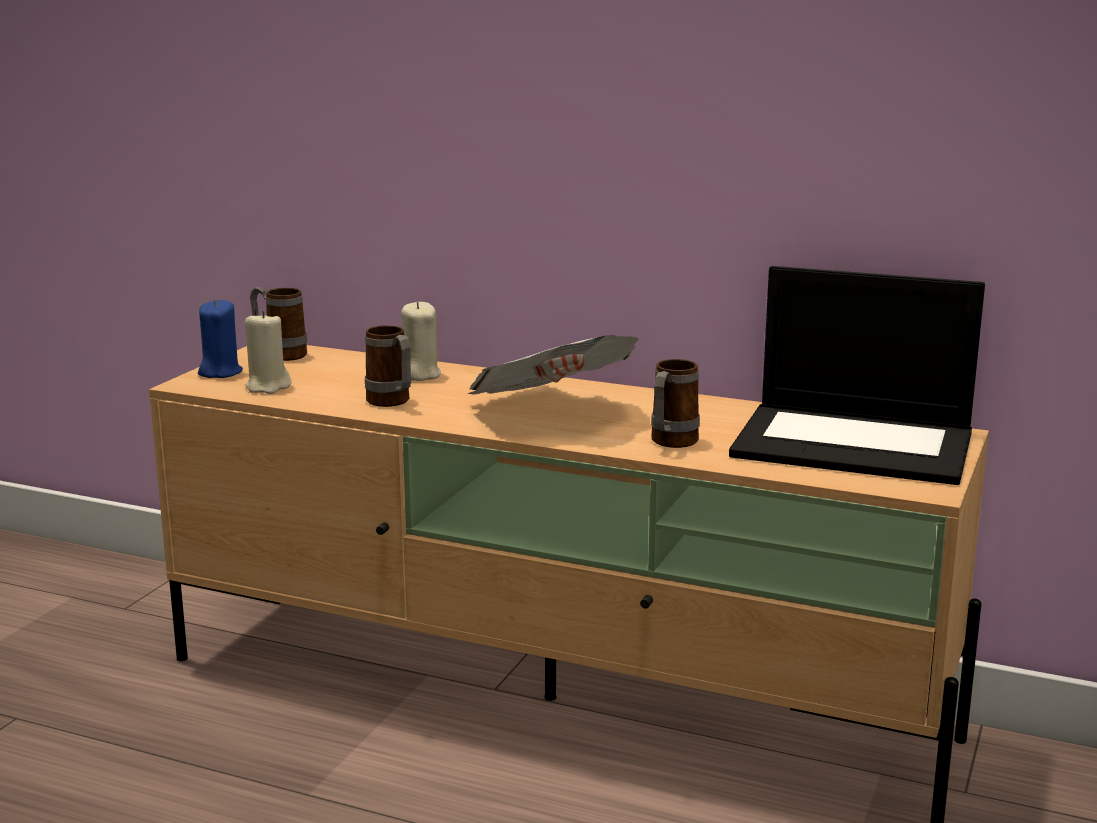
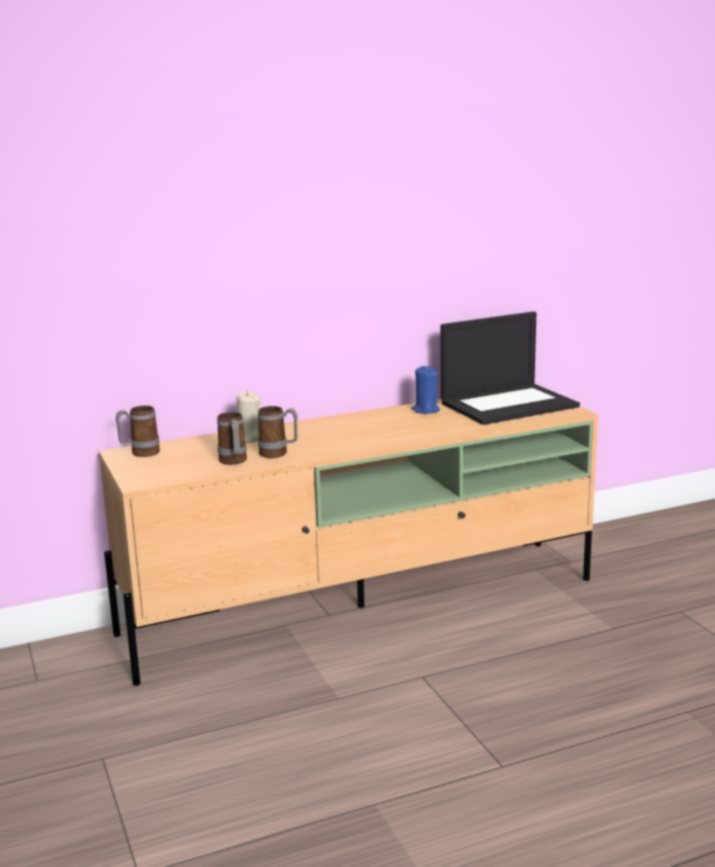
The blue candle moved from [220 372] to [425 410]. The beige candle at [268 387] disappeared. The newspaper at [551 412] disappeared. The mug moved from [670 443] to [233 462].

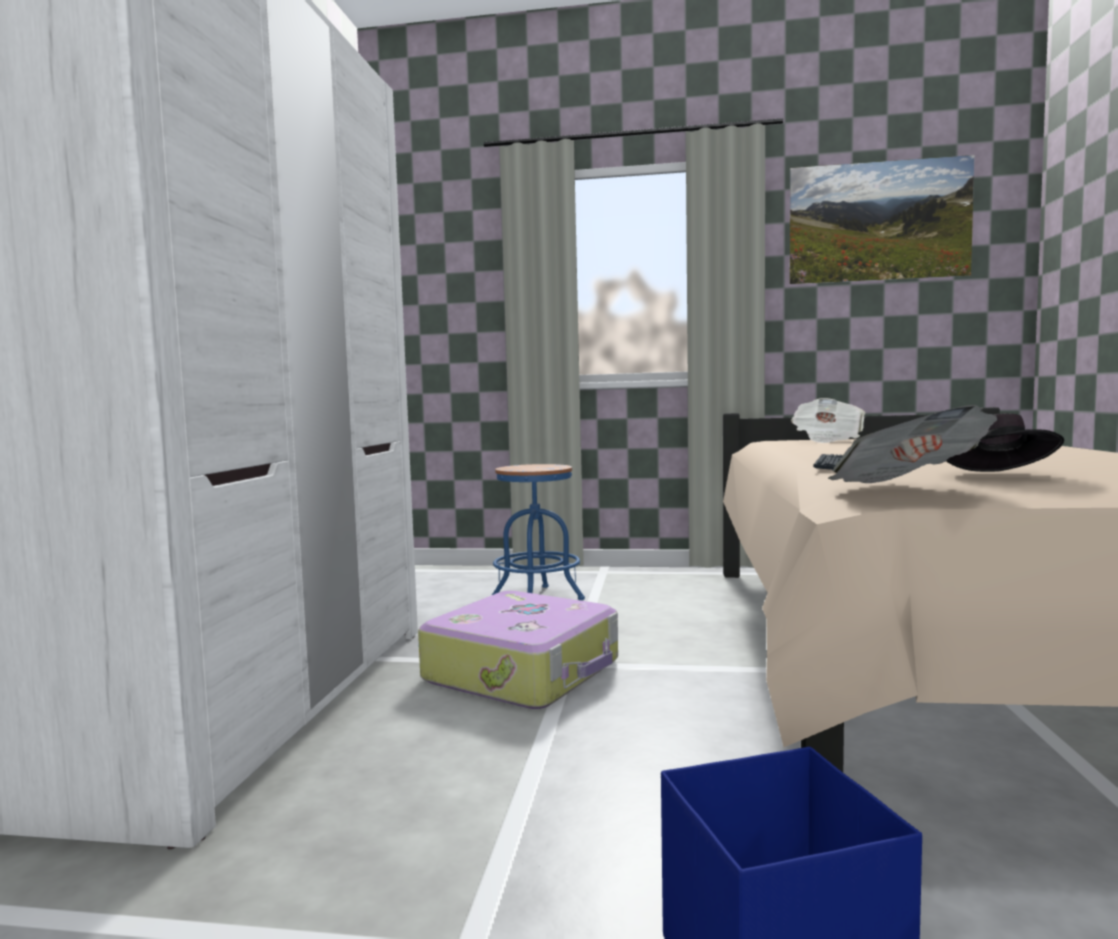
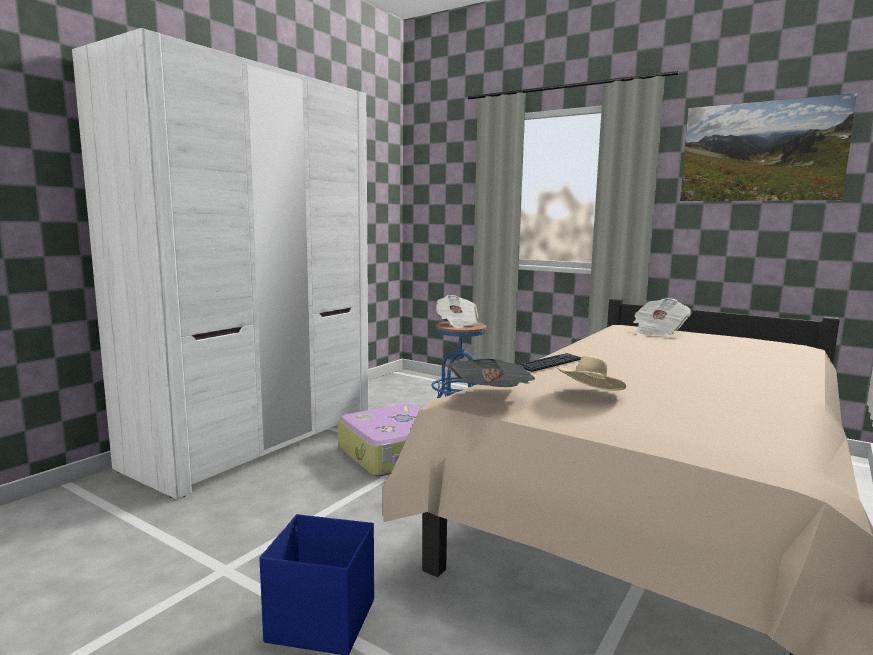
The black hat at [1000 476] became the beige hat at [589 396]. The newspaper at [457 323] appeared.

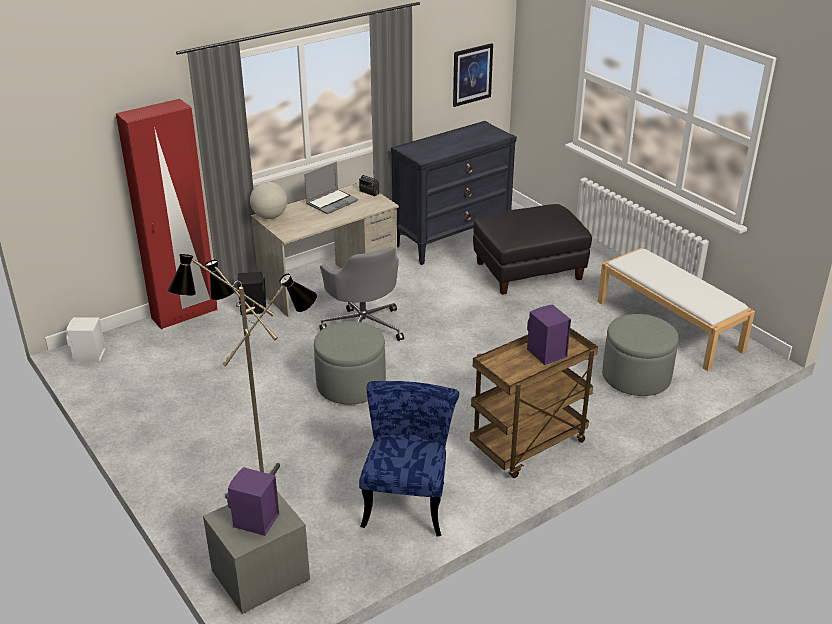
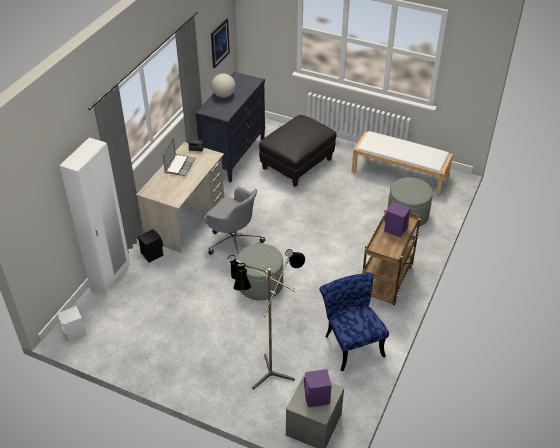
The red wardrobe at [185 314] became the white wardrobe at [110 277]. The globe moved from [270 216] to [224 95].

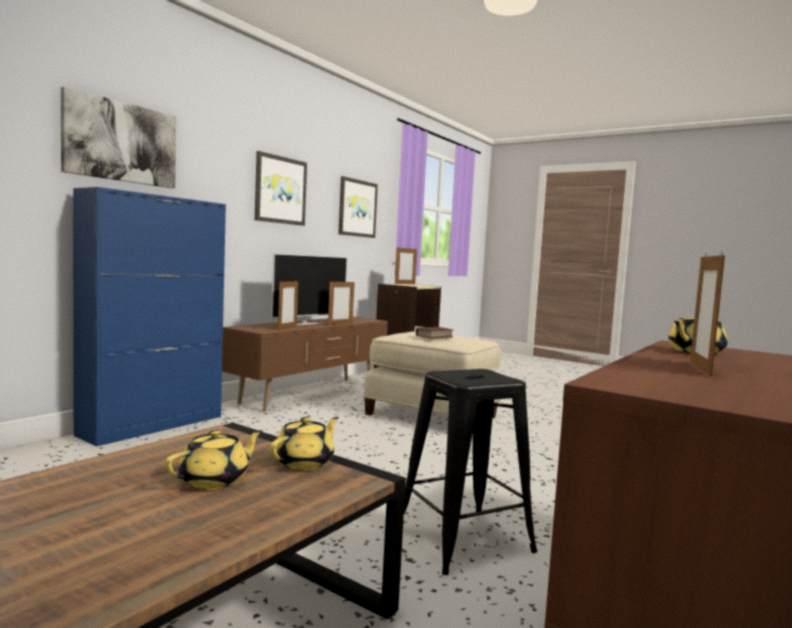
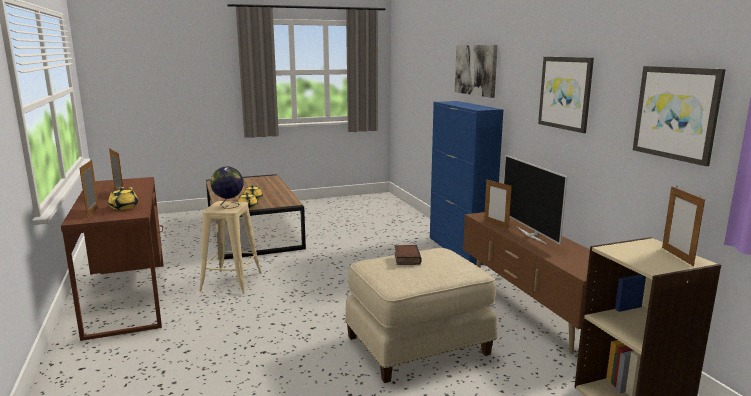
The picture frame moved from [340 324] to [93 212]. The black stool at [463 540] became the beige stool at [231 281]. The globe at [228 206] appeared.

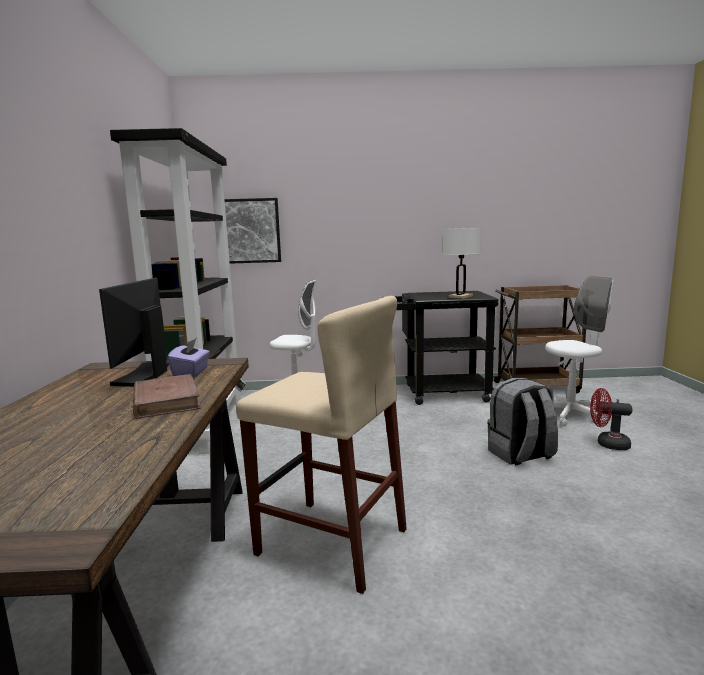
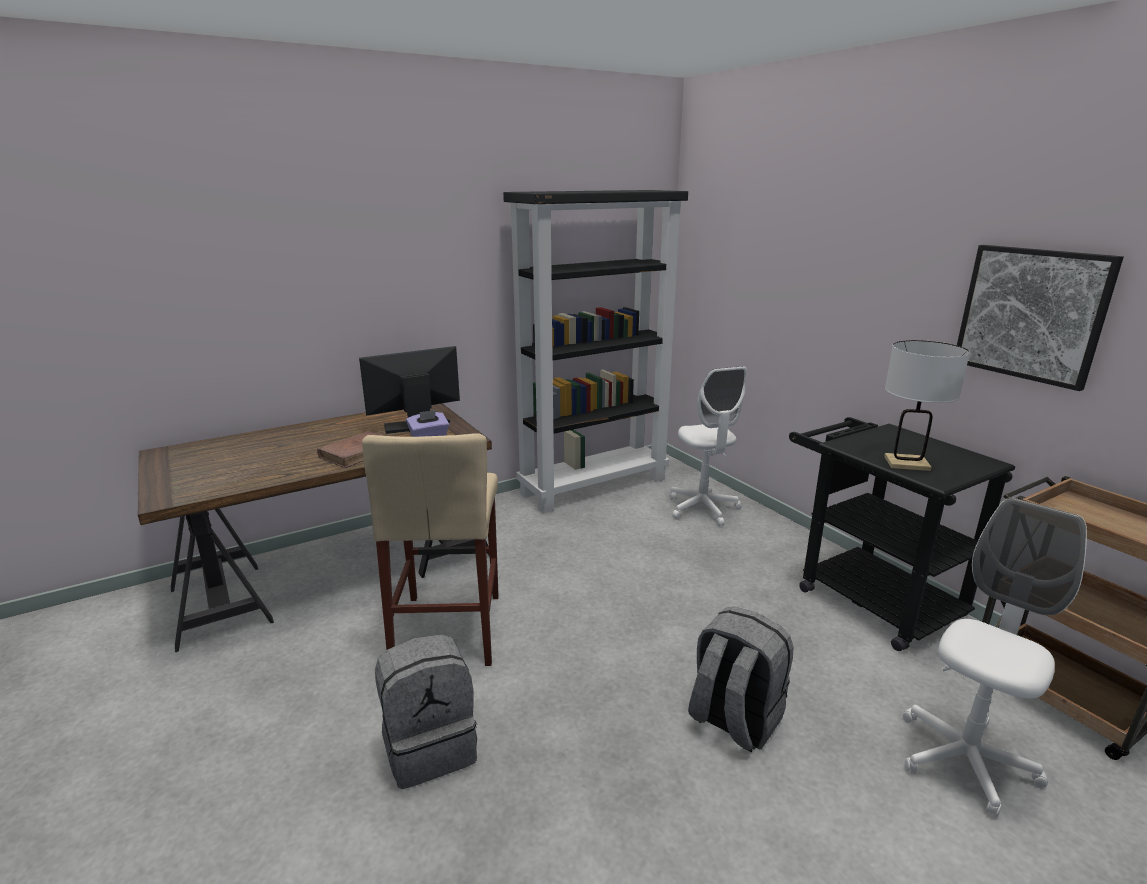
The picture moved from [248 231] to [1031 314]. The white office chair at [571 415] turned 90 degrees counterclockwise. The red fan at [607 444] disappeared. The grey backpack at [430 747] appeared.

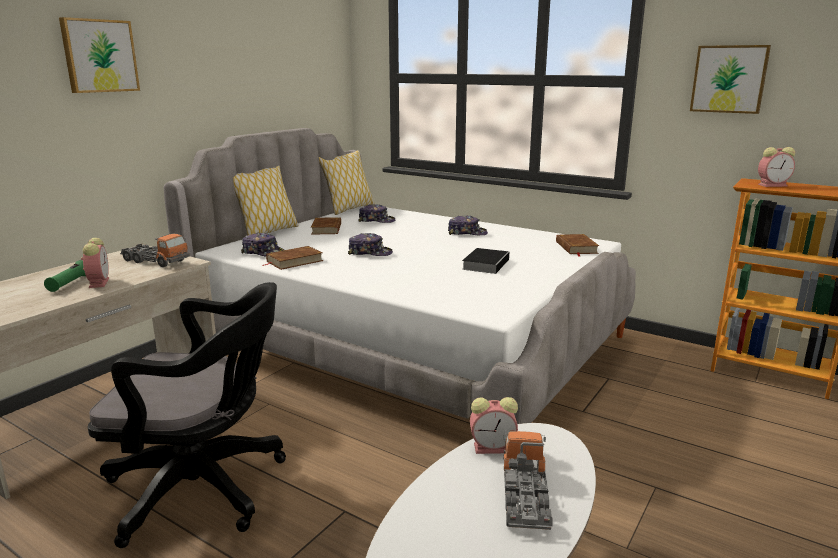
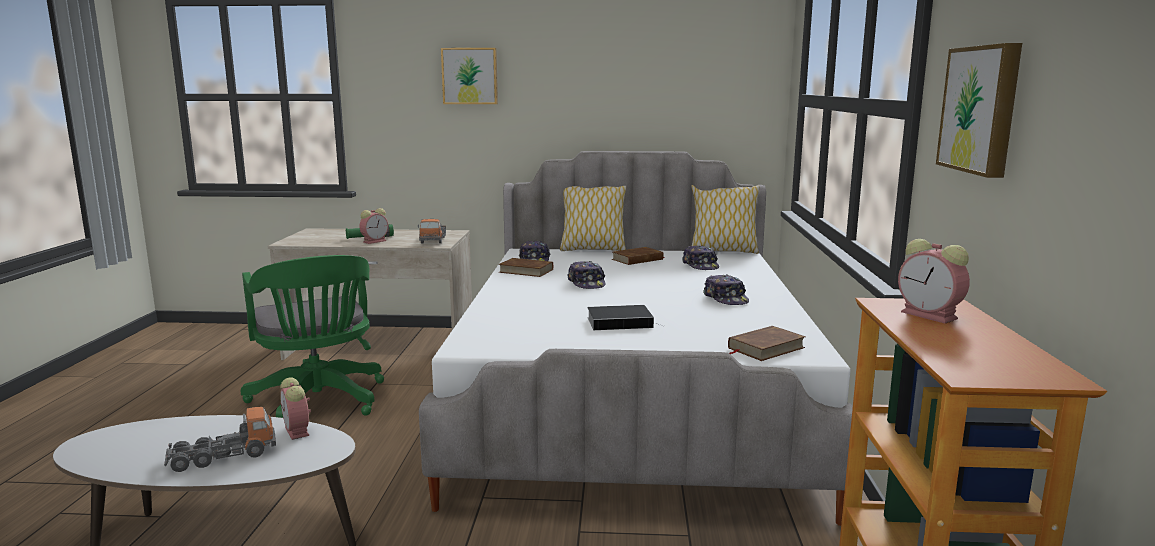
The black office chair at [205 488] became the green office chair at [319 403].

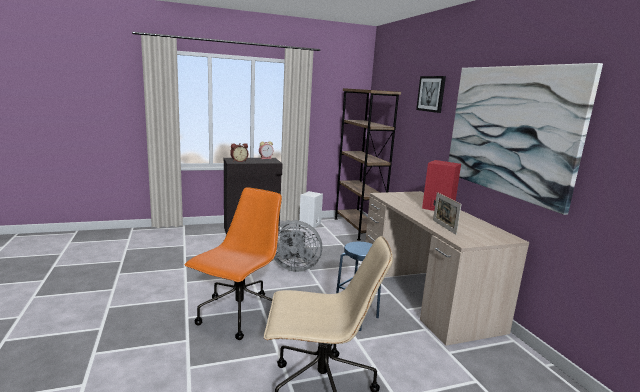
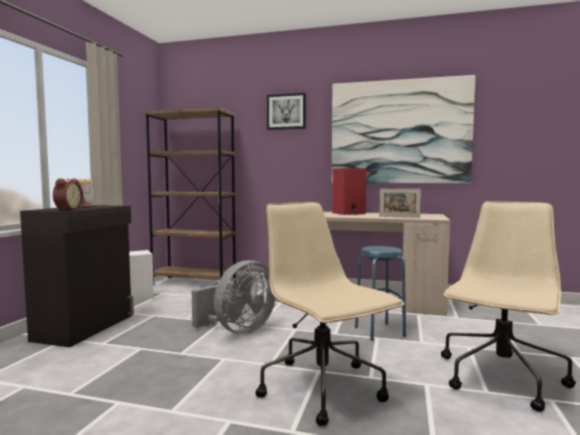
The orange office chair at [238 315] became the beige office chair at [323 389].

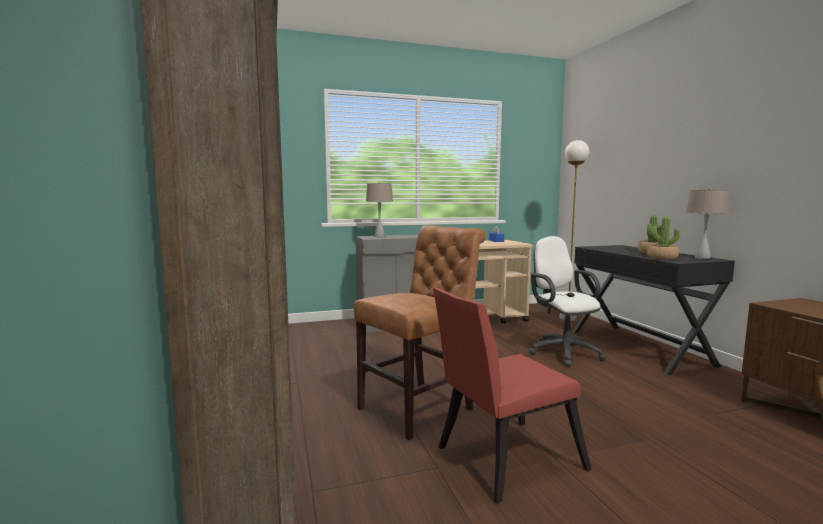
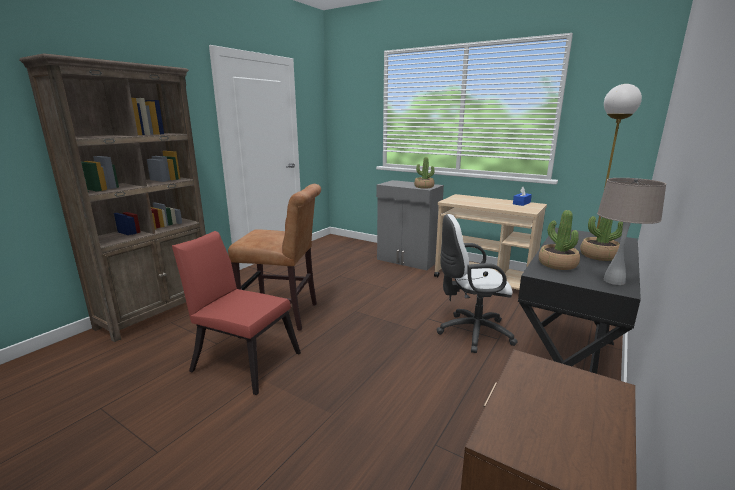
The beige table lamp at [379 236] disappeared. The white office chair at [562 352] turned 120 degrees counterclockwise. The potted plant at [424 187] appeared.

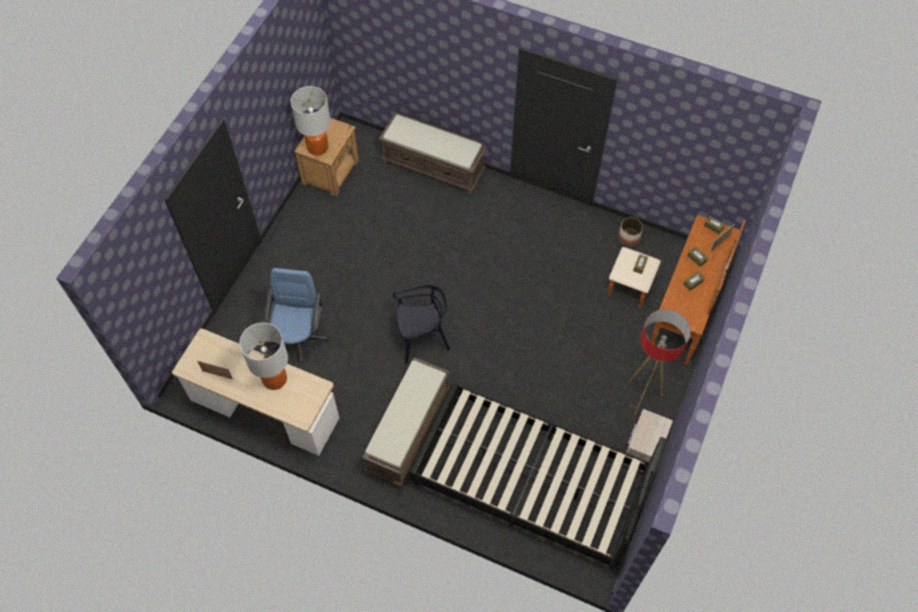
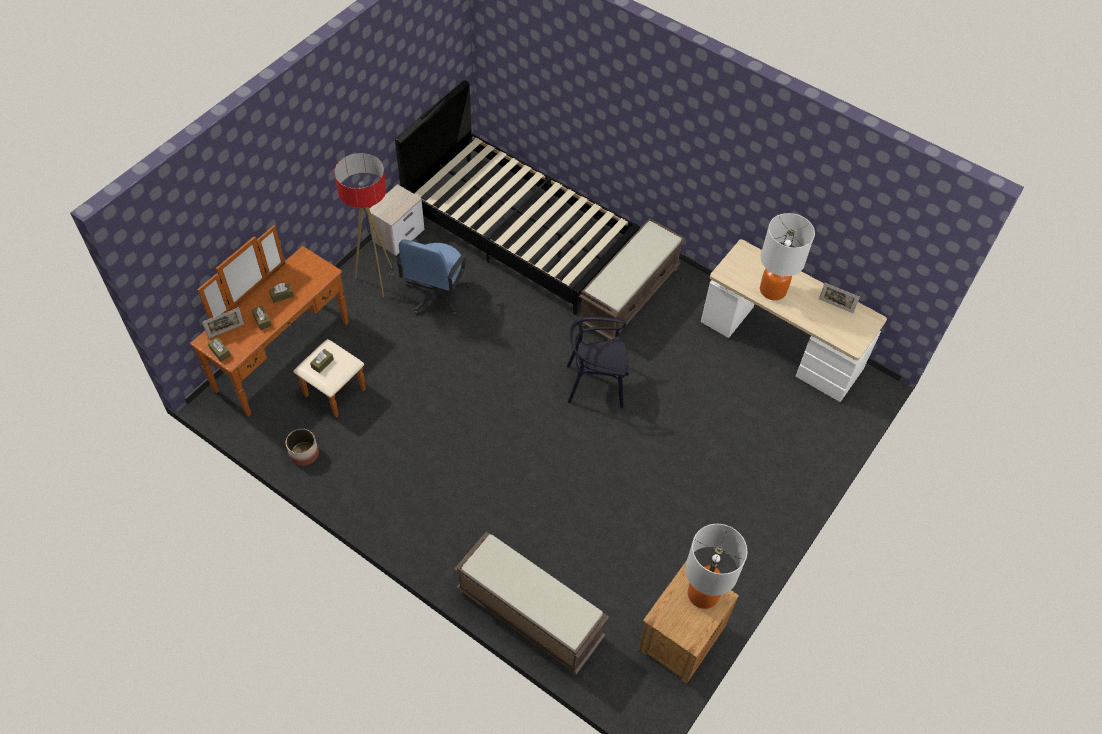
The blue office chair moved from [299 337] to [436 294].

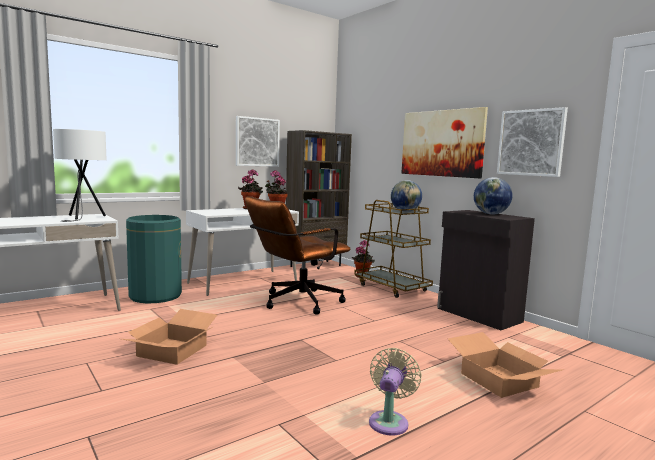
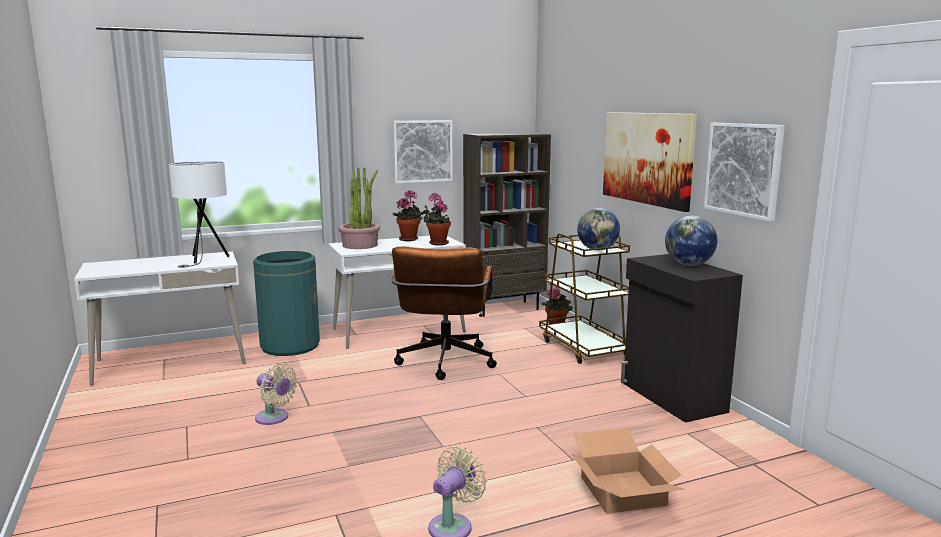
The cardboard box at [172 350] was replaced by the beige fan at [274 418]. The brown office chair at [295 303] turned 60 degrees counterclockwise. The potted plant at [360 245] appeared.

